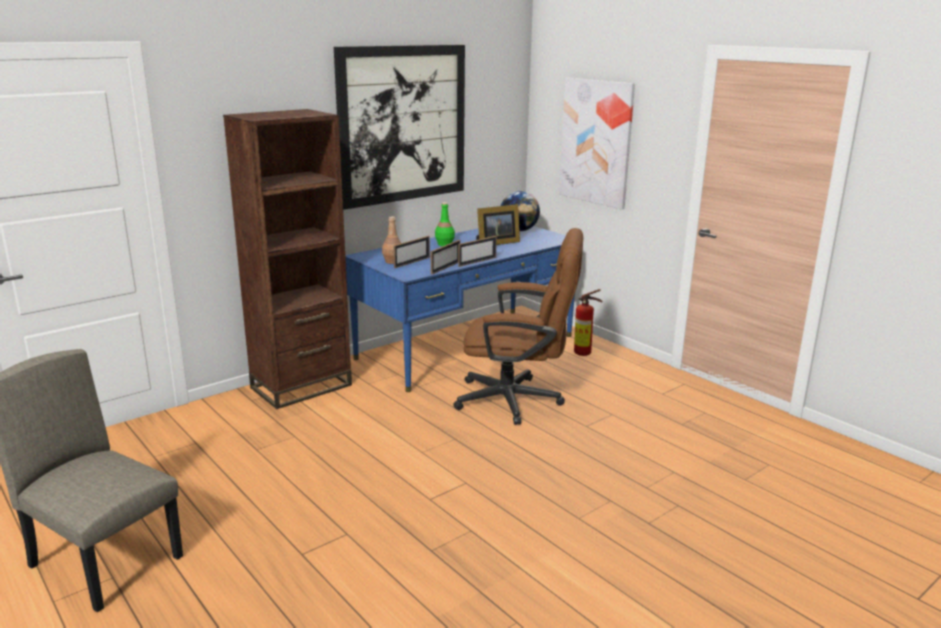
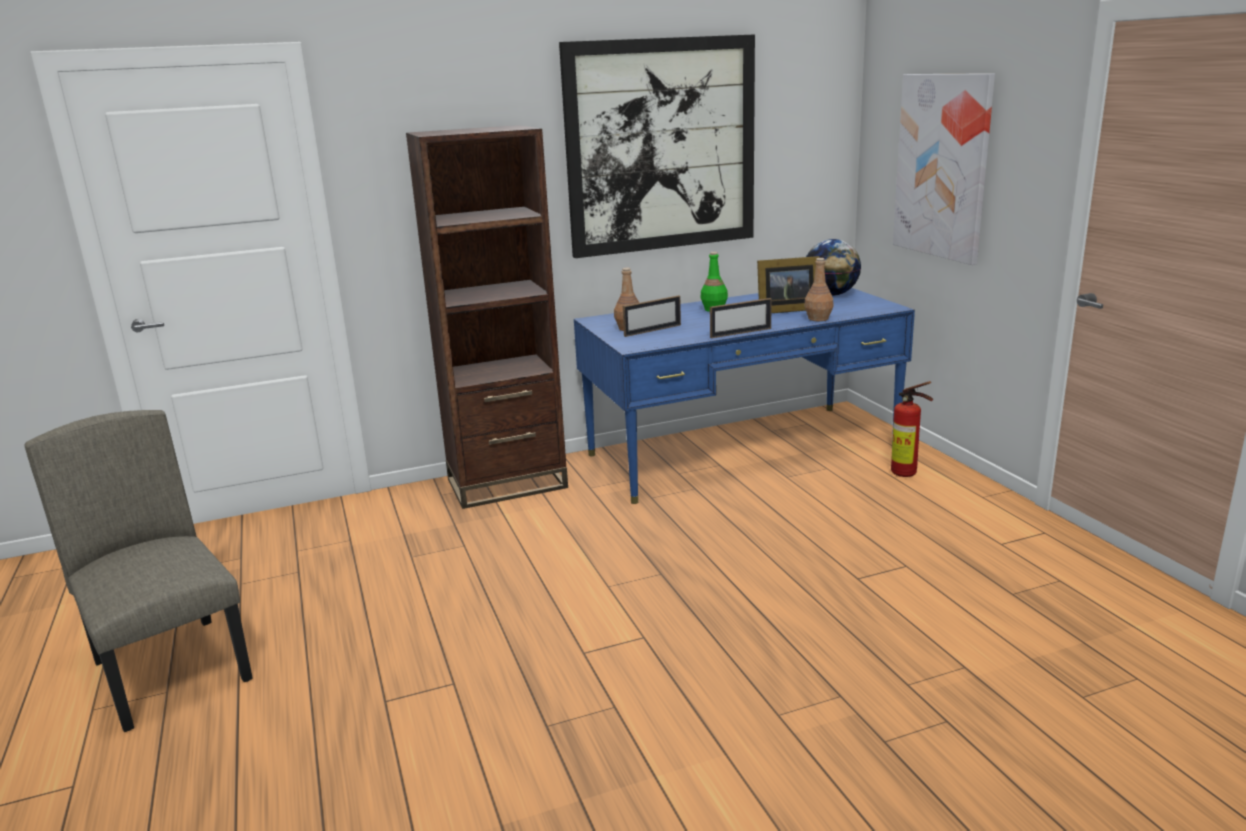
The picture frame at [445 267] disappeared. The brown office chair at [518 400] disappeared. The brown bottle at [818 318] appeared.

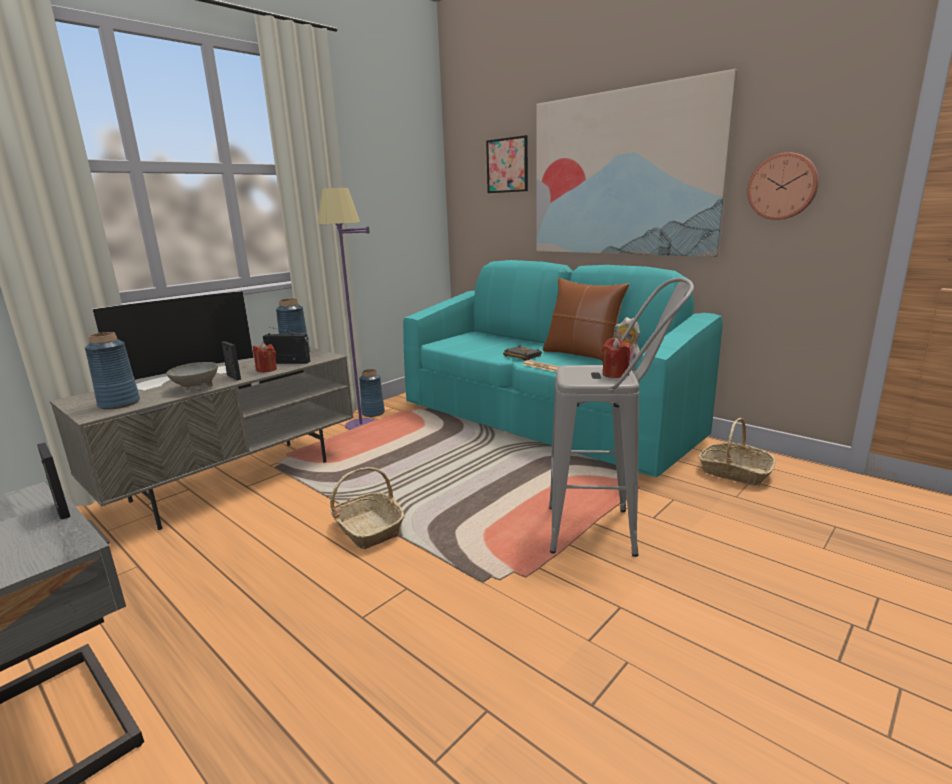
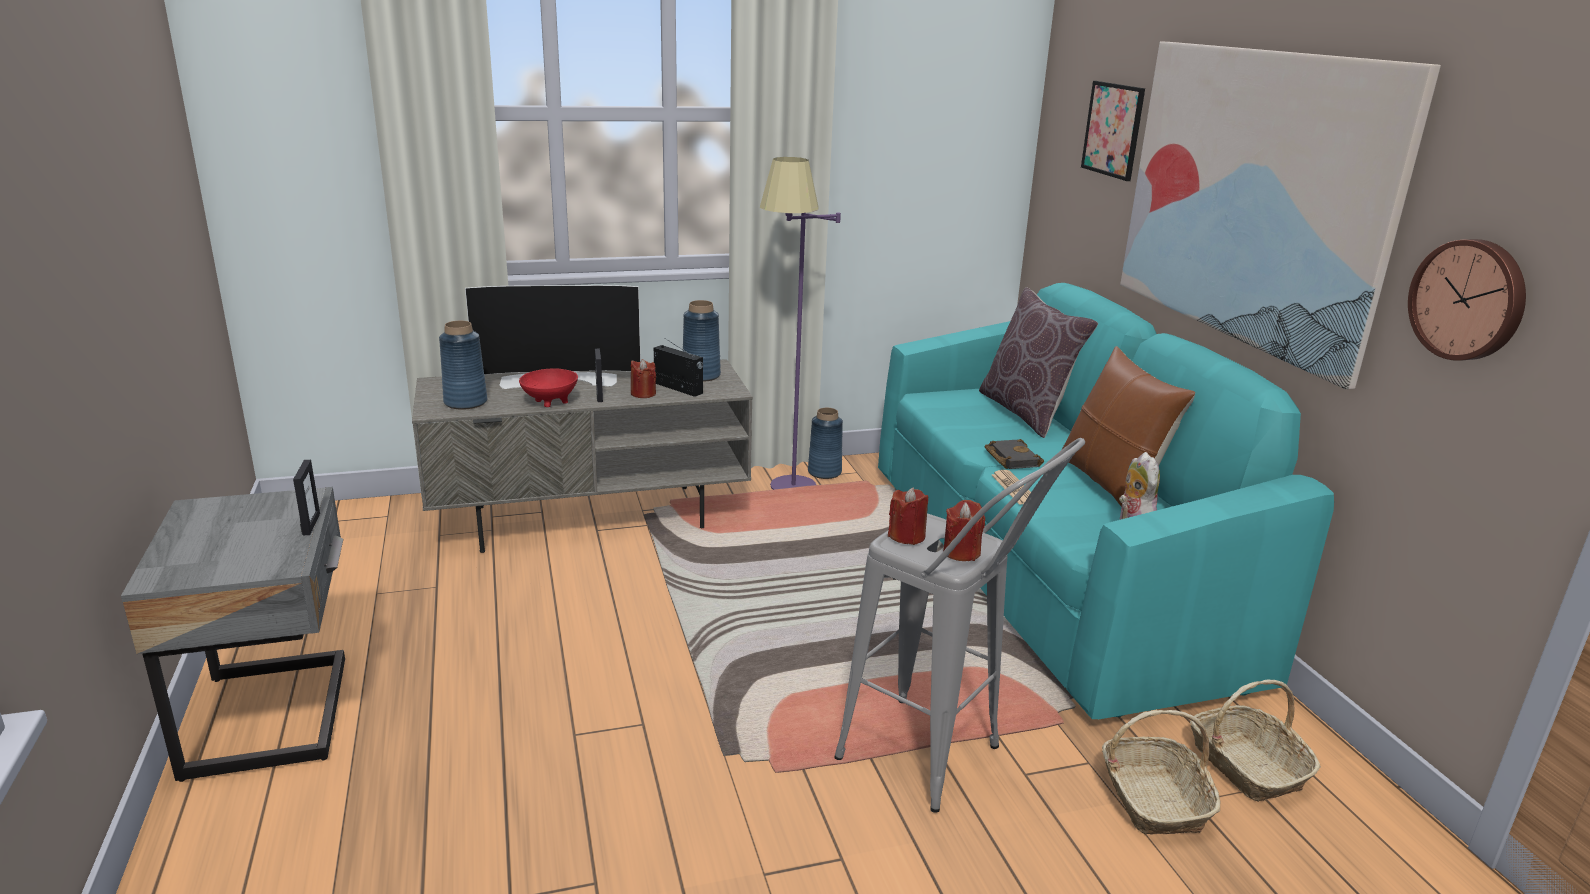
The grey bowl at [196 387] became the red bowl at [550 401]. The basket moved from [368 529] to [1152 798]. The red candle at [907 536] appeared. The brown pillow at [1027 412] appeared.

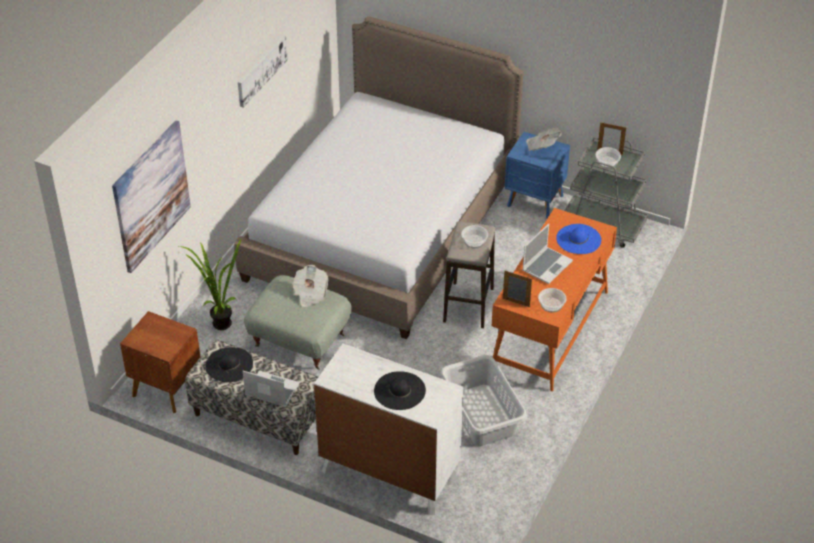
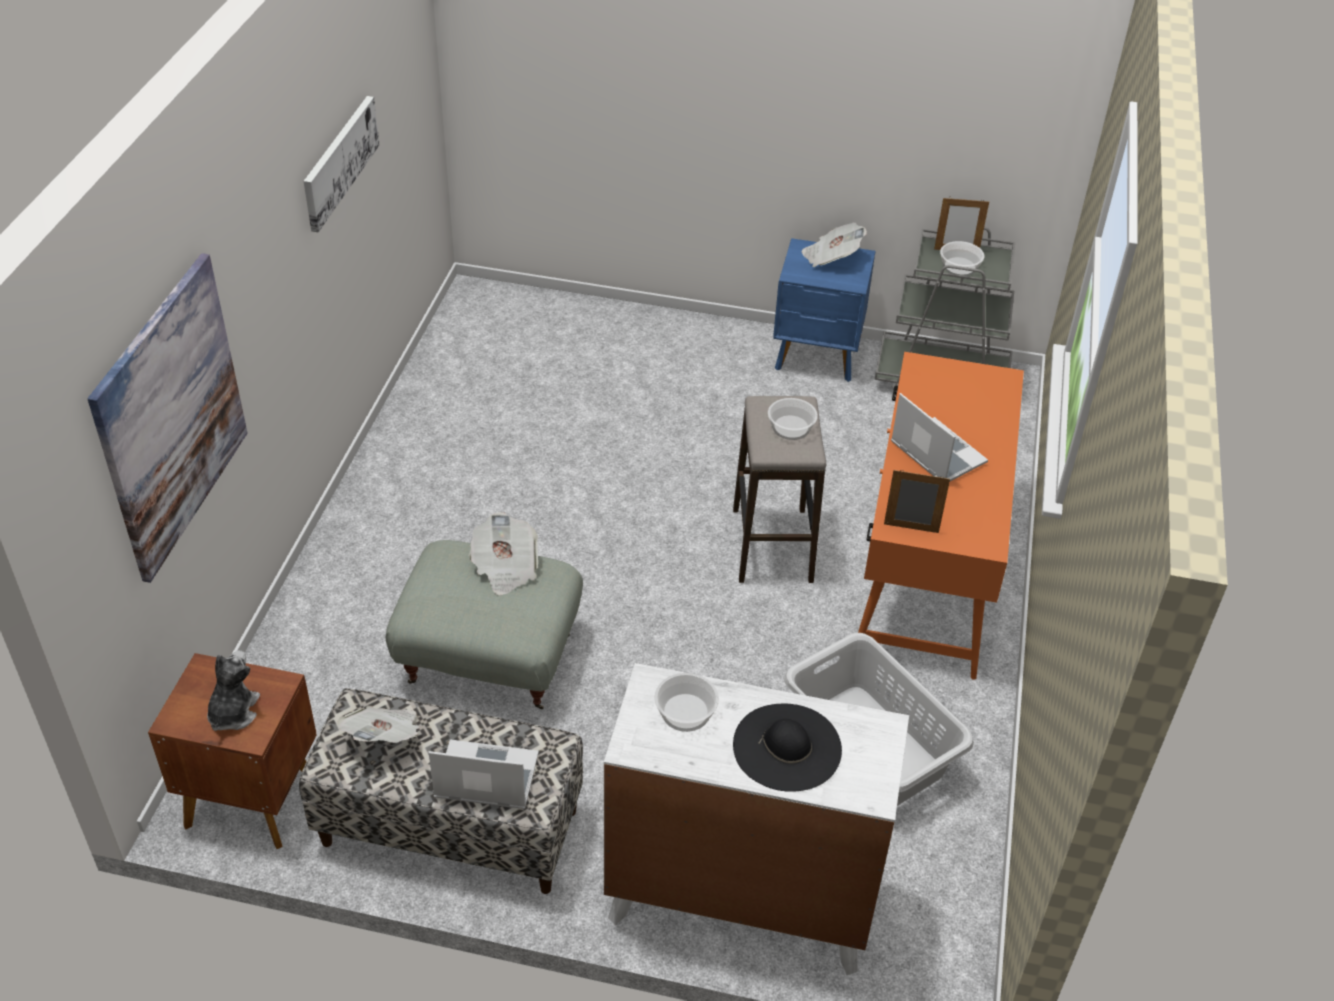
The potted plant at [218 322] disappeared. The black hat at [229 364] was replaced by the newspaper at [384 737]. The bed at [382 230] disappeared. The laptop at [546 265] turned 60 degrees counterclockwise. The bowl moved from [551 305] to [686 712]. The blue hat at [578 239] disappeared. The plush toy at [233 712] appeared.

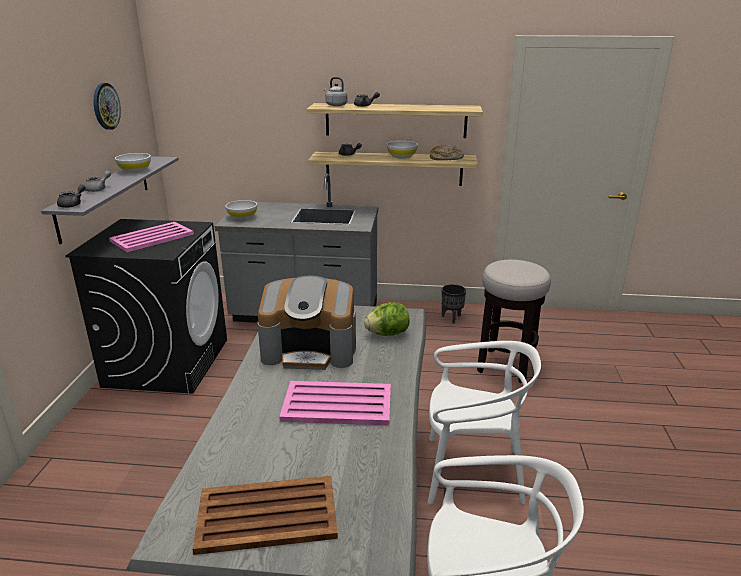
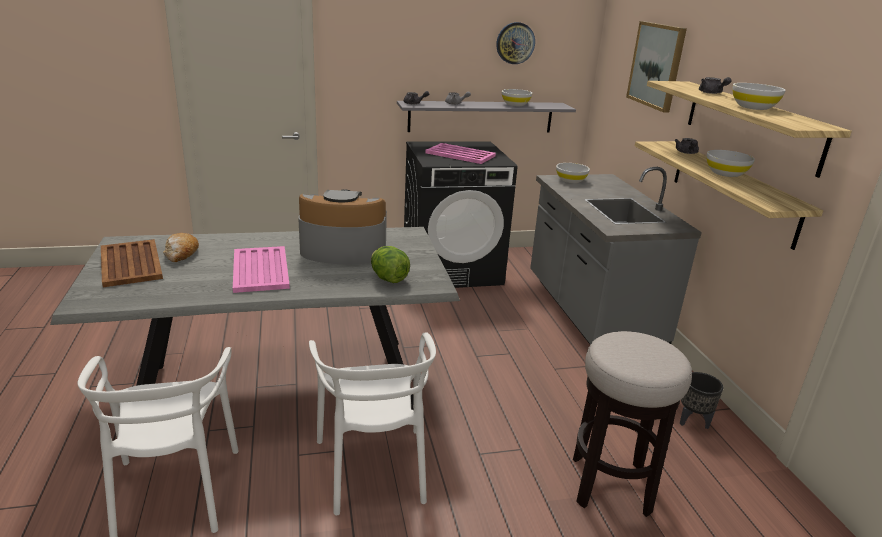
The coffee machine at [310 350] turned 105 degrees clockwise. The grey kettle at [335 105] disappeared. The bread moved from [445 158] to [181 254]. The picture at [656 65] appeared. The white bowl at [753 107] appeared.

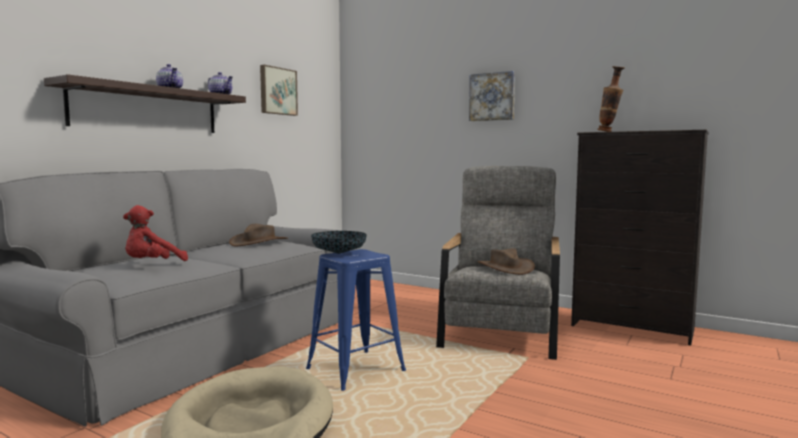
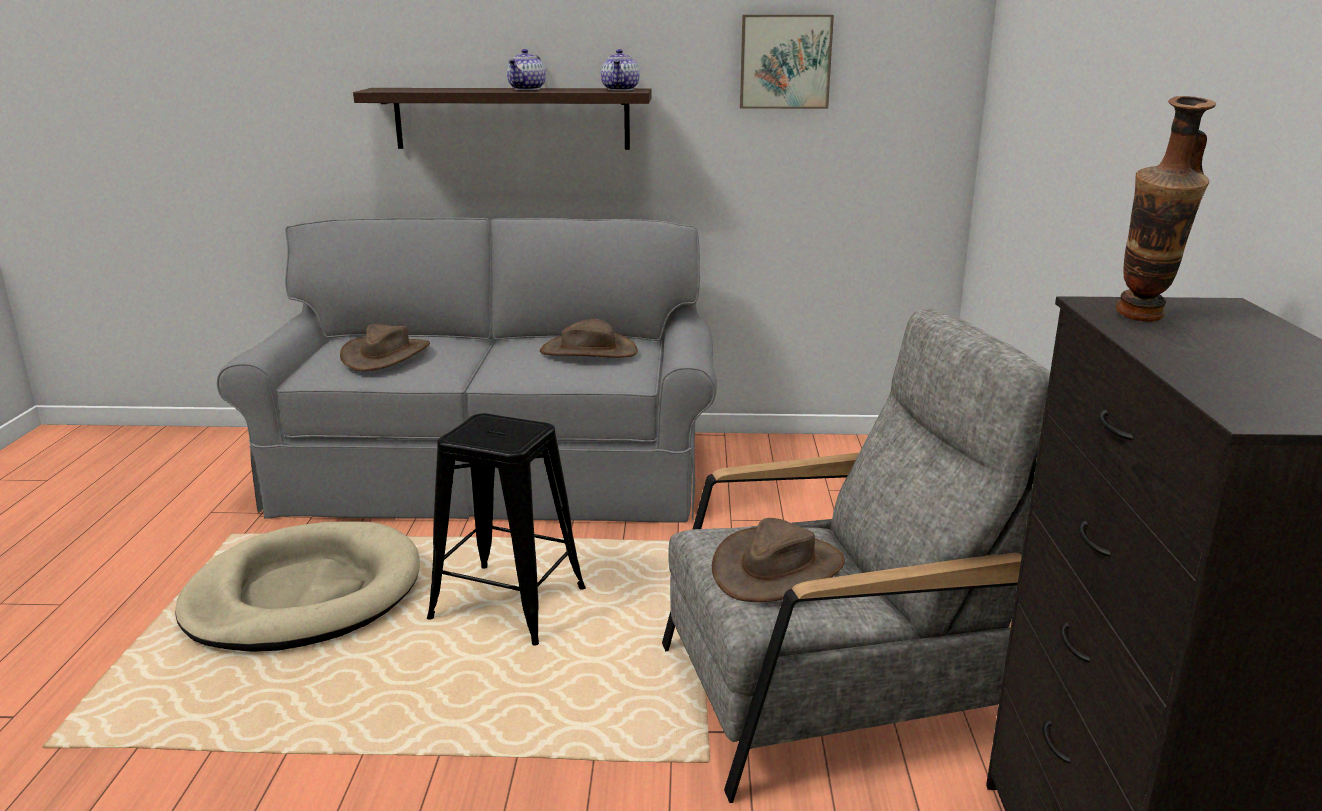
The red plush toy at [152 264] was replaced by the brown hat at [386 355]. The blue stool at [355 370] became the black stool at [508 604]. The bowl at [339 253] disappeared. The picture at [492 97] disappeared.

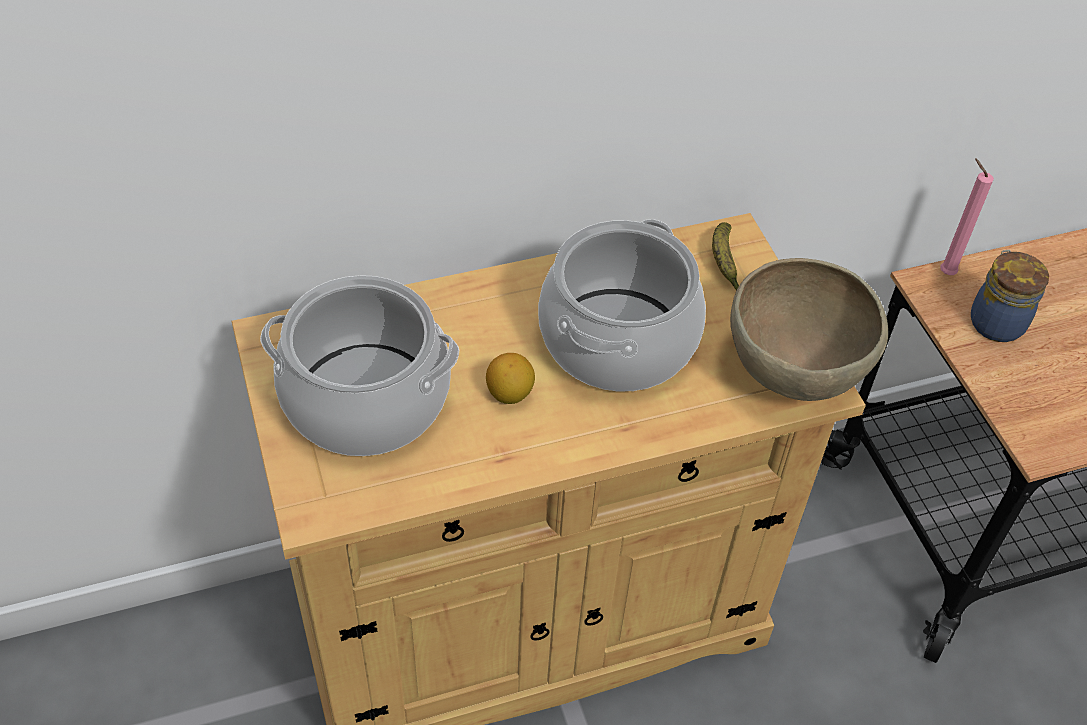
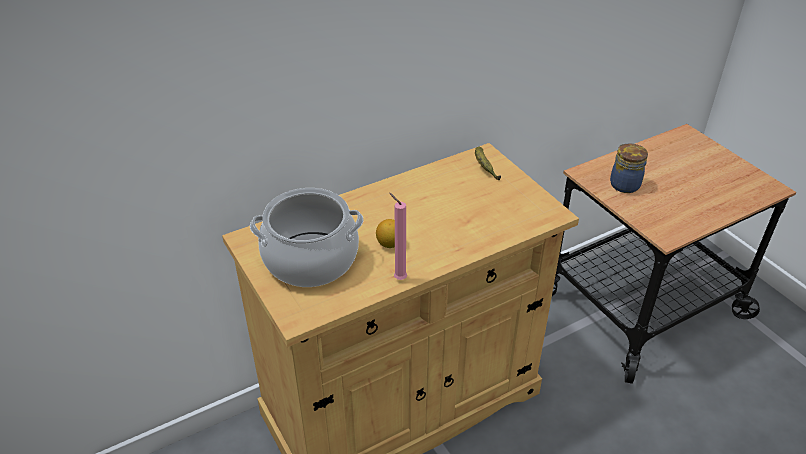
The cooking pot at [617 339] disappeared. The brown bowl at [792 373] disappeared. The pink candle moved from [944 272] to [398 278].

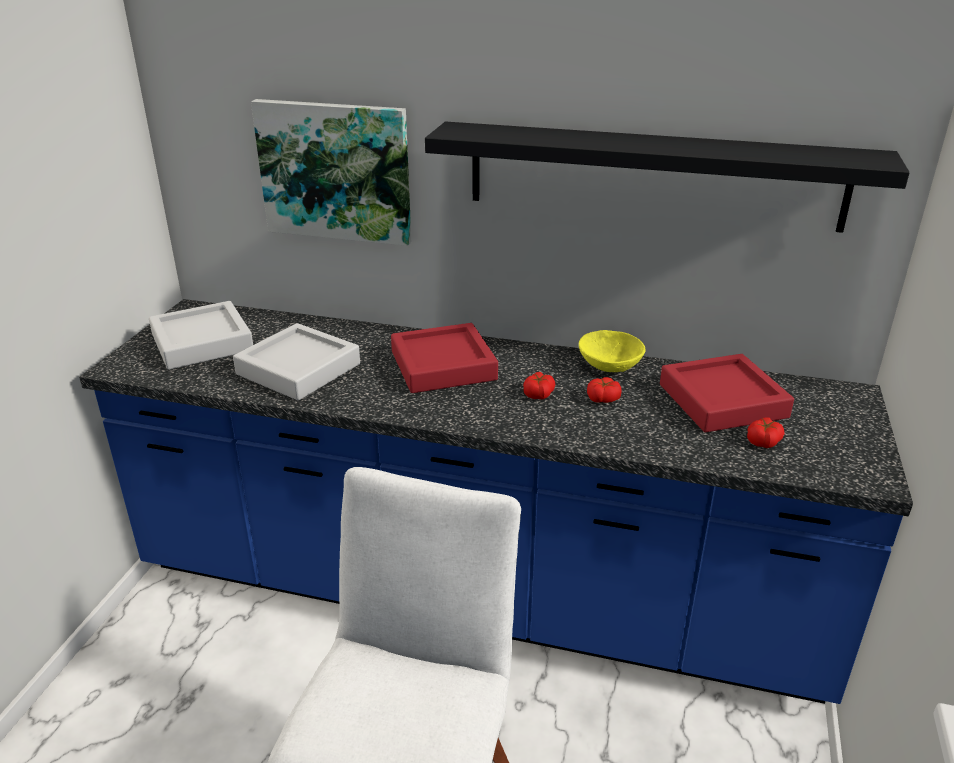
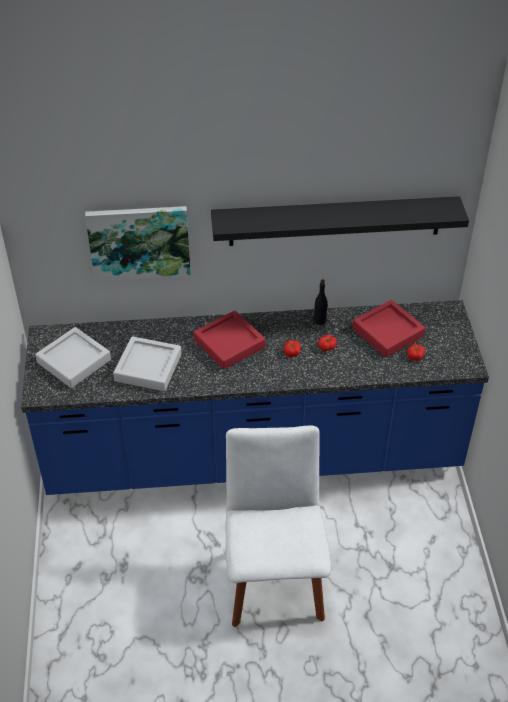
The yellow bowl at [608 366] was replaced by the black bottle at [320 320].

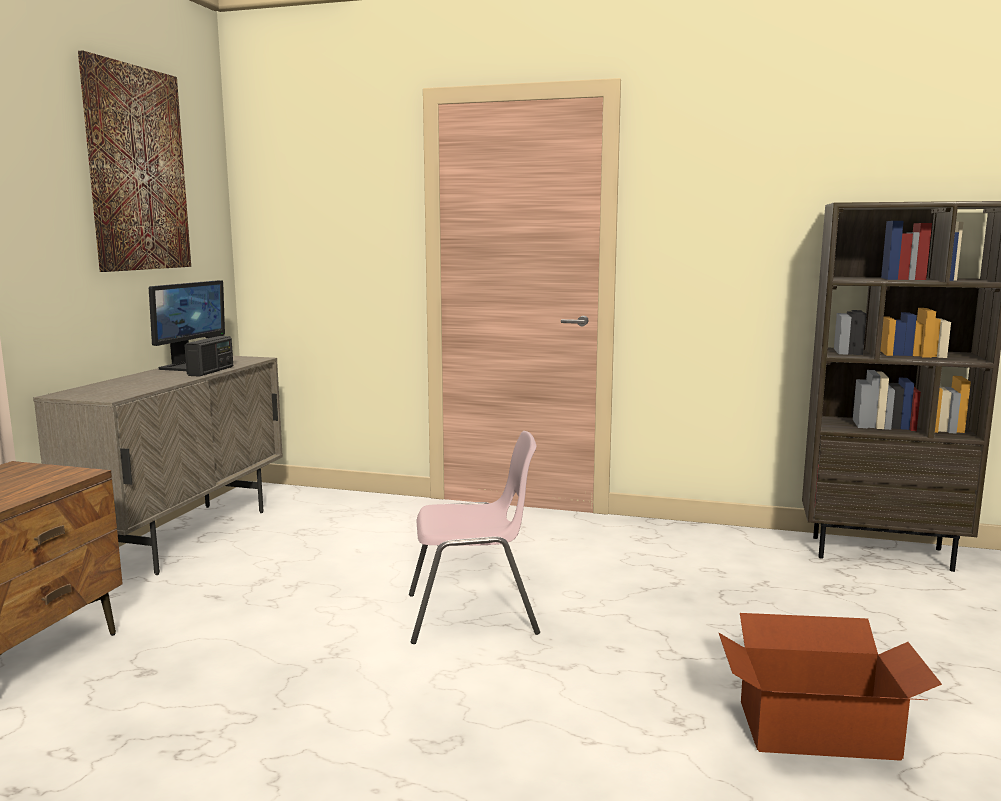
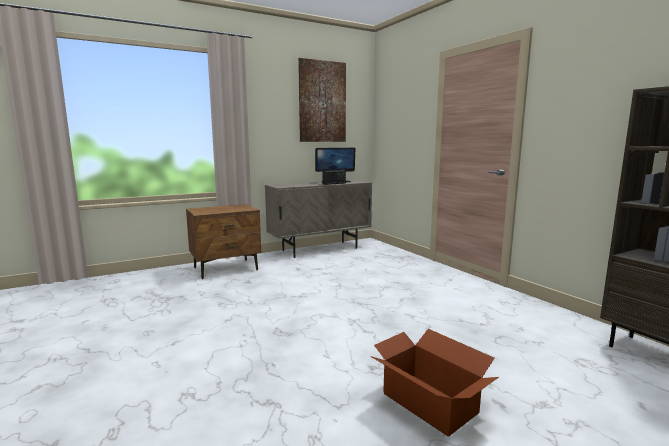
The pink chair at [474 615] disappeared.

